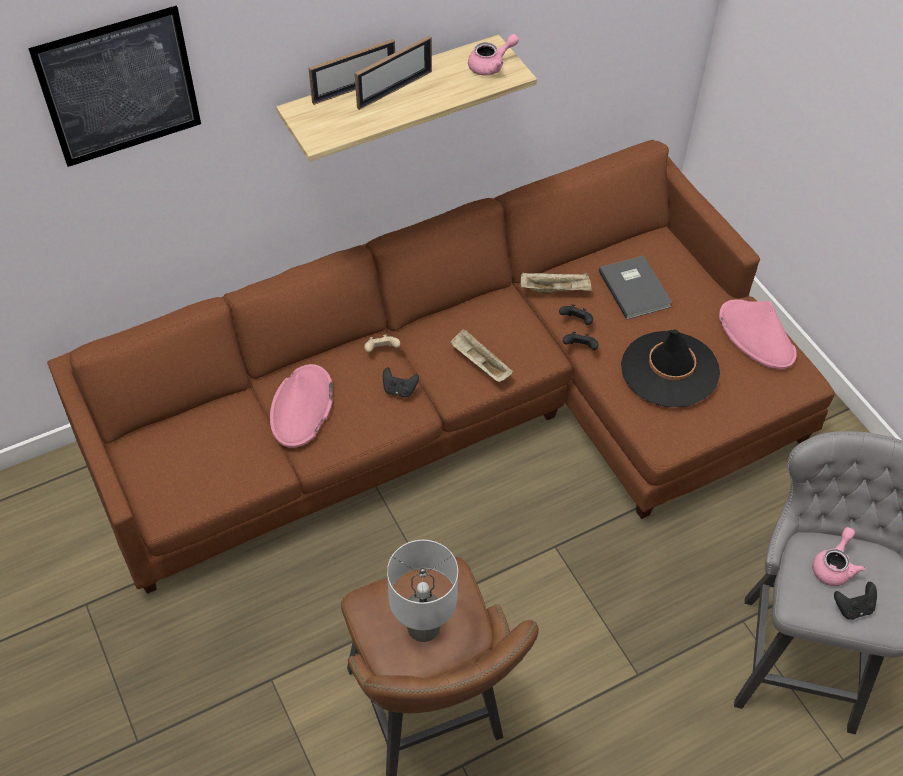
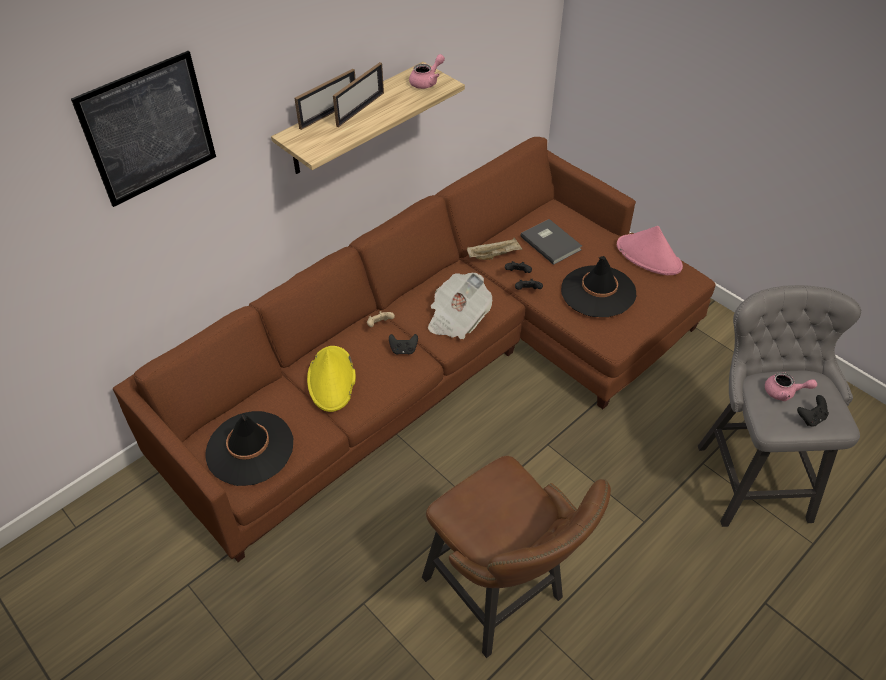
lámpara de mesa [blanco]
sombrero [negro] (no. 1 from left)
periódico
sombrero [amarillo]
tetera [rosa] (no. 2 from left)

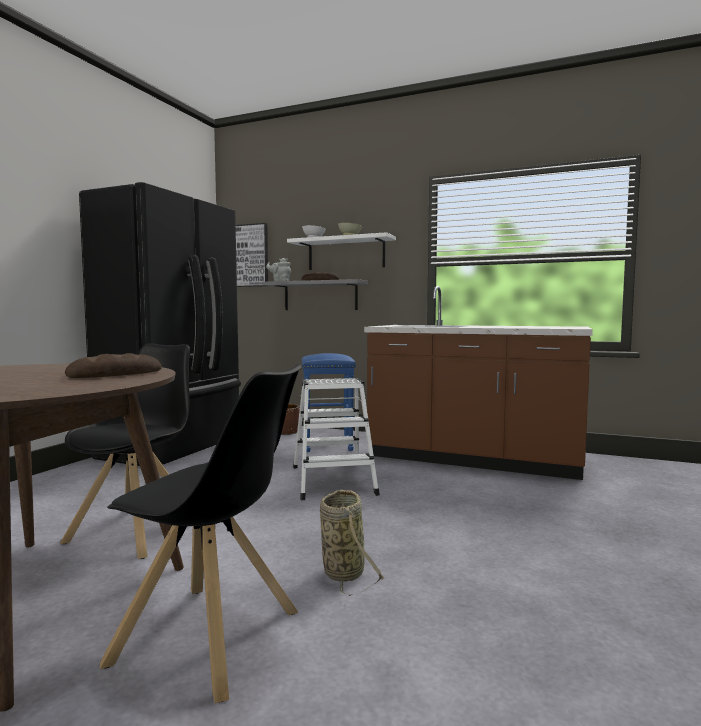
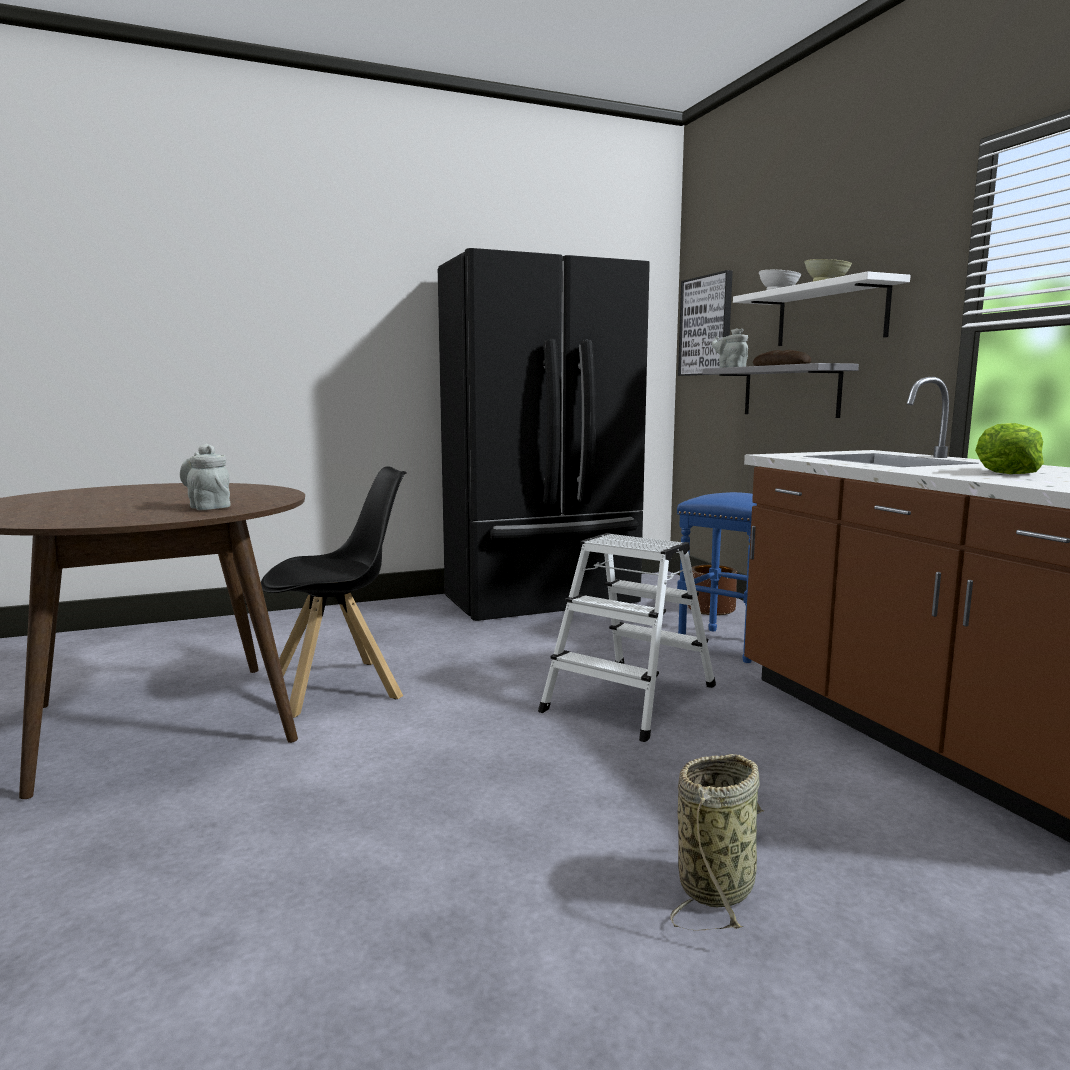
silla [negro] (no. 2 from left in the first image)
lechuga
cesta
tetera [gris] (no. 1 from left)

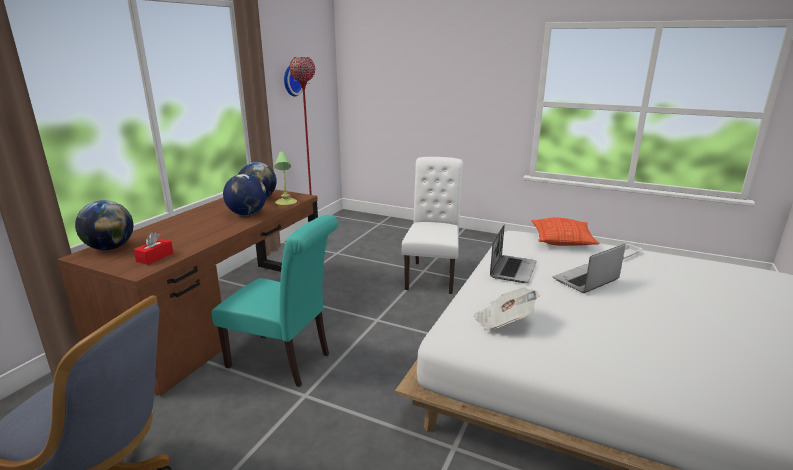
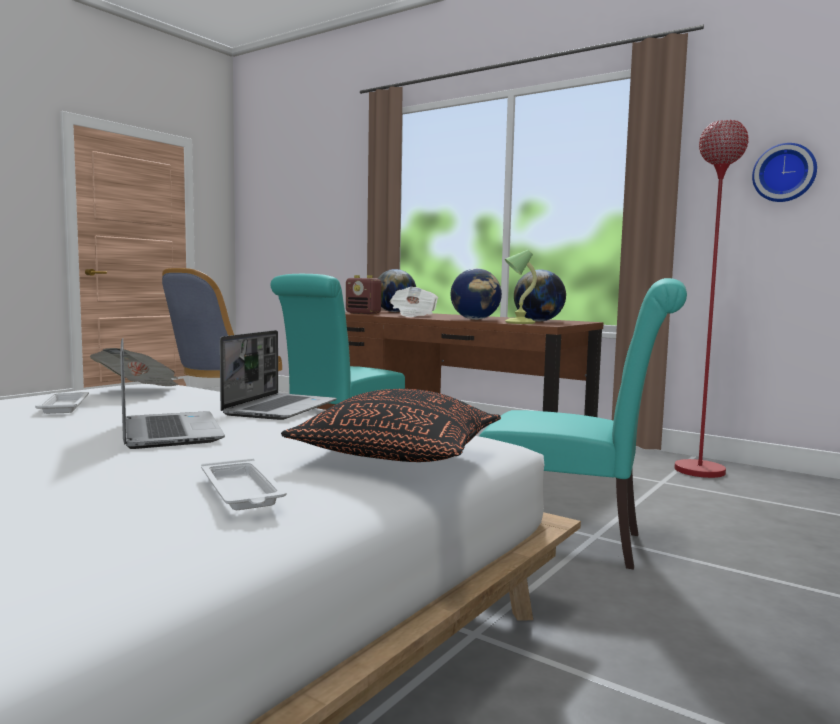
bandeja [blanco] (no. 1 from left)
periódico (no. 2 from left)
radio
silla [turquesa] (no. 2 from left)
cojín [negro]
portátil (no. 2 from left)

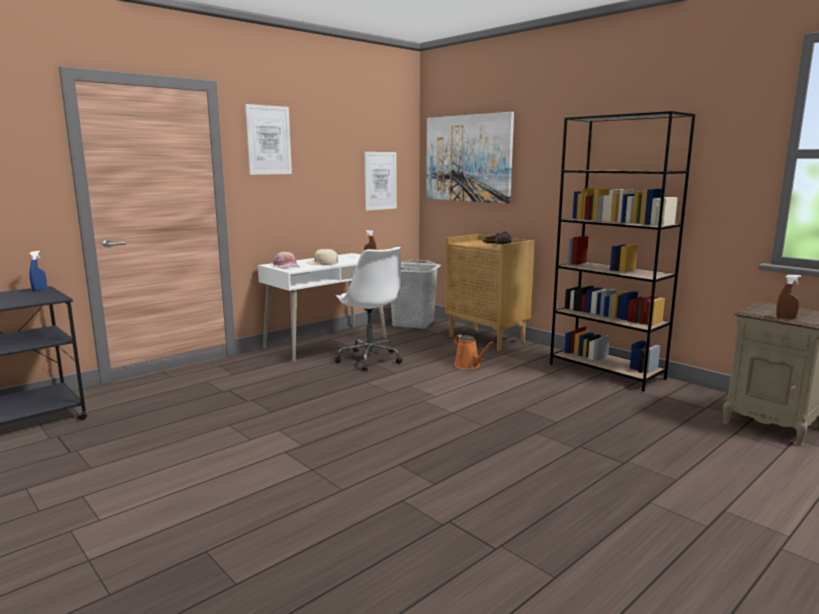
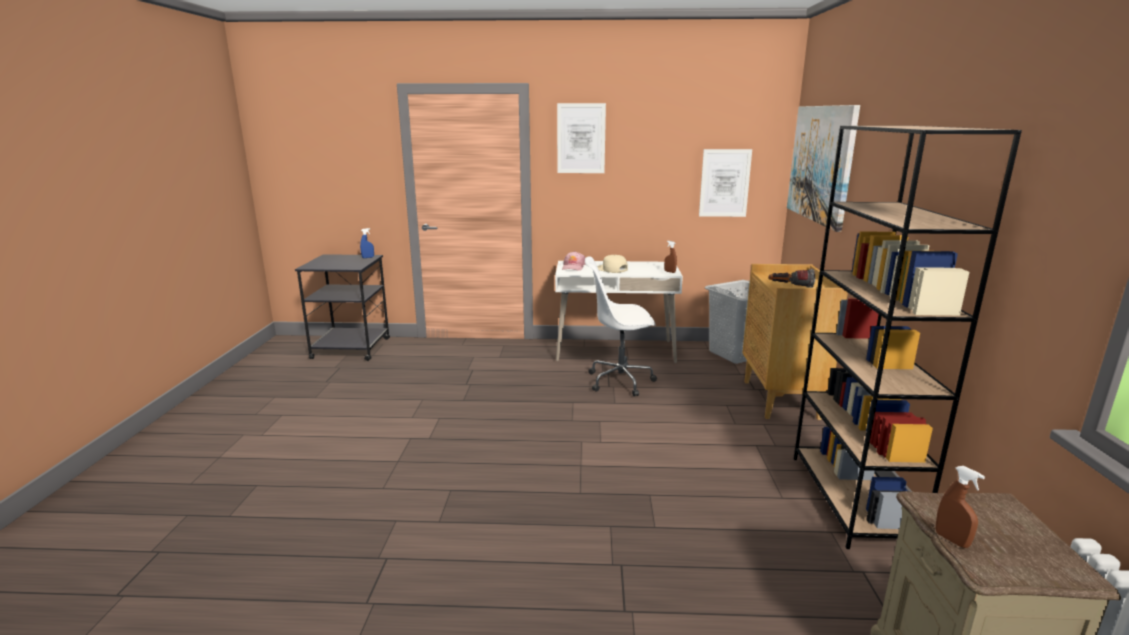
regadera [naranja]
silla de oficina [blanco]

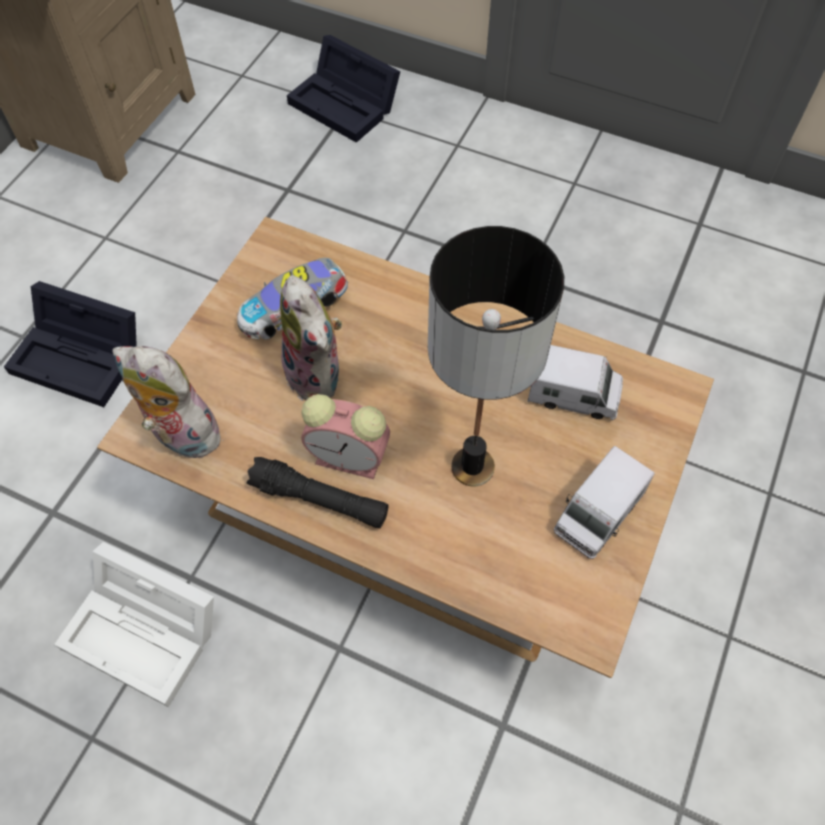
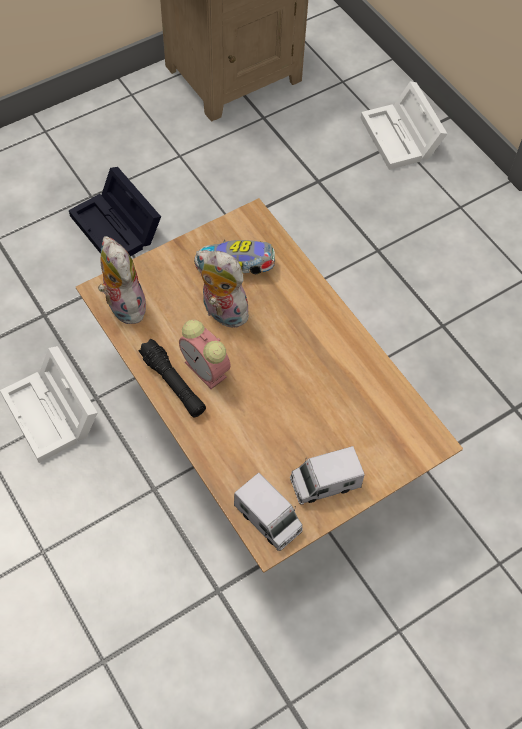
lámpara de mesa
camión de juguete (no. 1 from left)
caja de almacenaje [blanco] (no. 2 from left)
peluche (no. 2 from left)

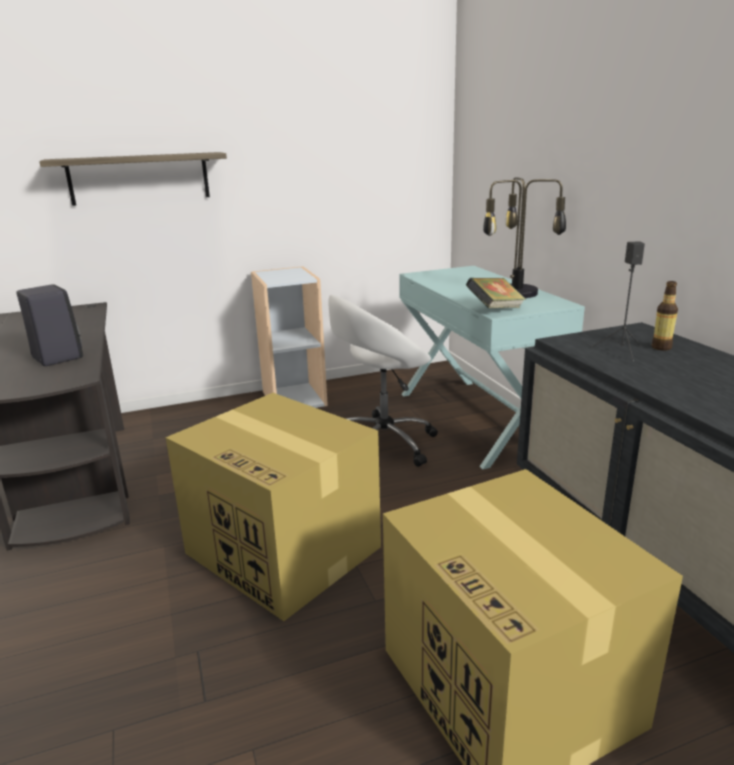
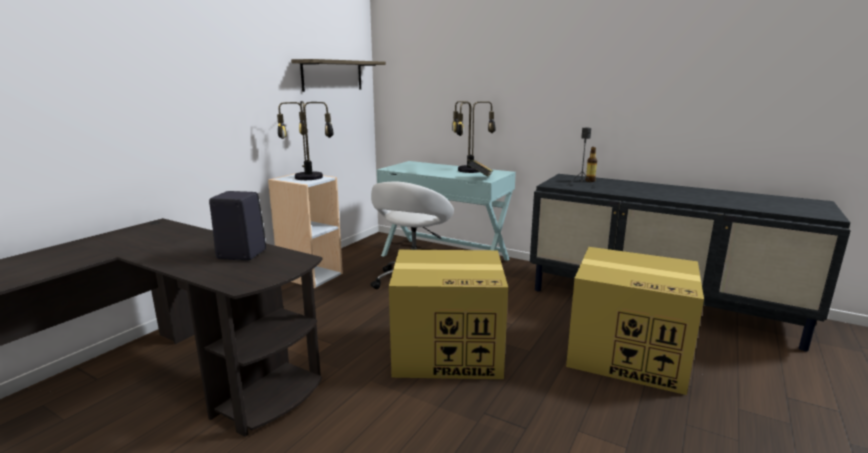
lámpara de mesa (no. 1 from left)
estante

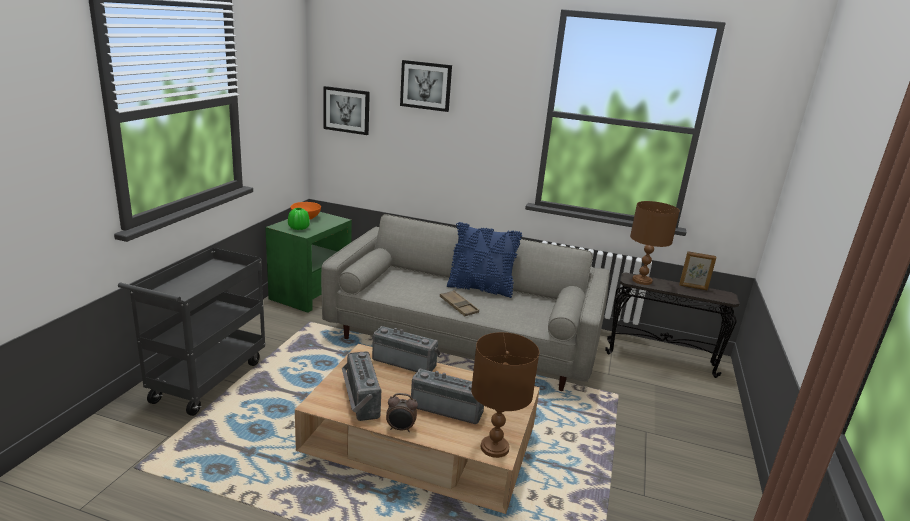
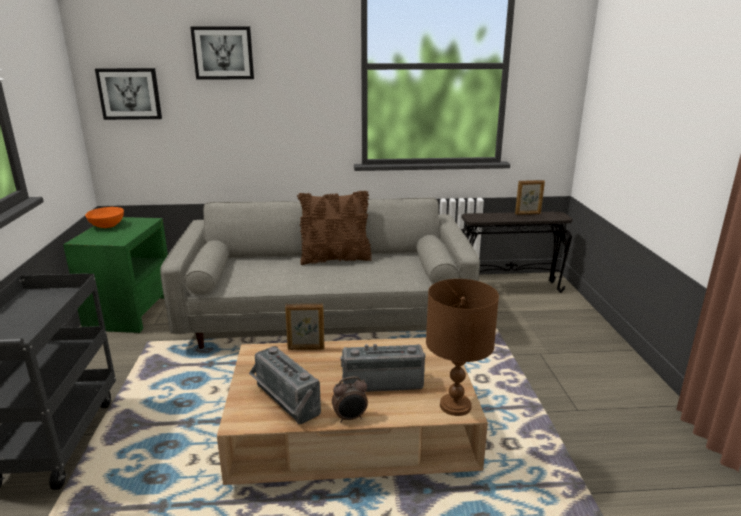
florero [verde]
bandeja [marrón]
lámpara de mesa [marrón] (no. 2 from left in the first image)
portarretratos (no. 1 from left)
cojín [marrón]

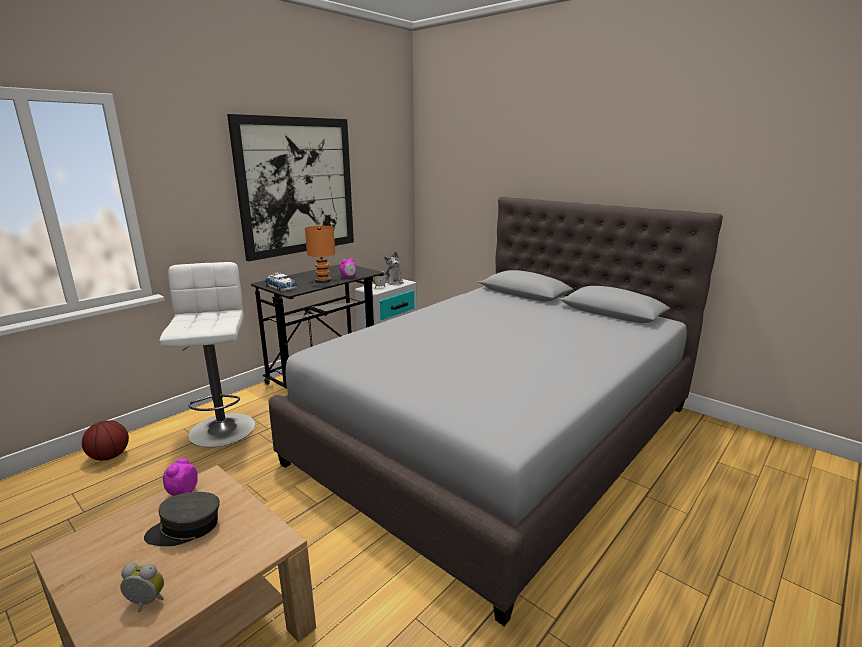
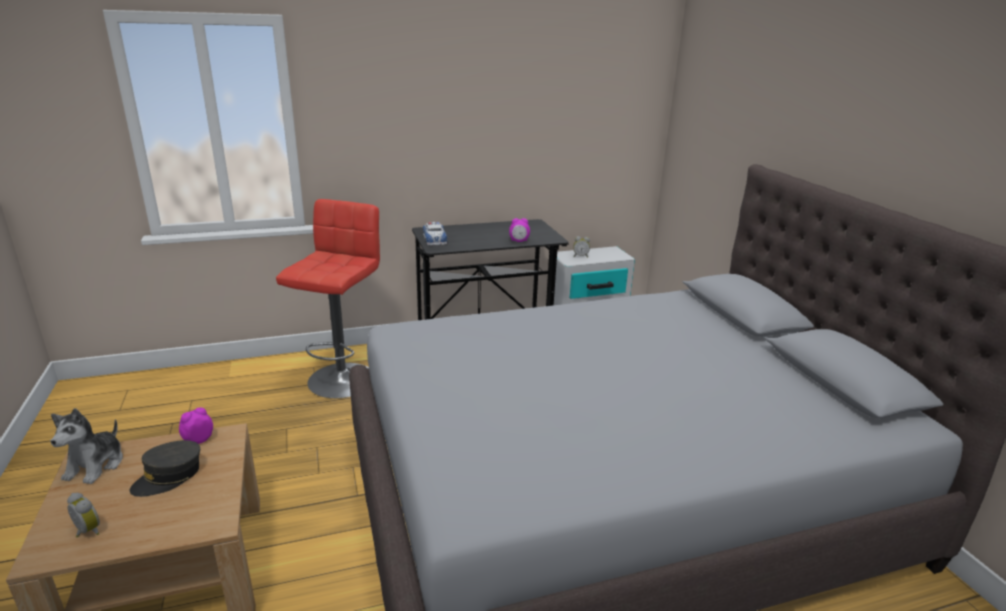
balón de baloncesto
cuadro
lámpara de mesa [naranja]
peluche
taburete [rojo]
gorra [gris]

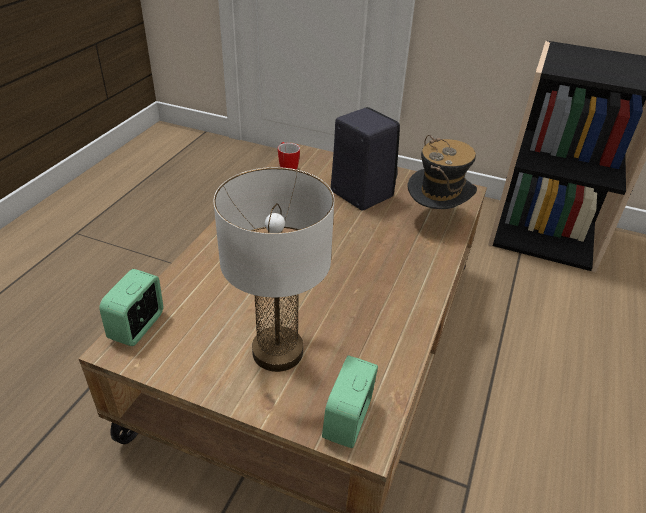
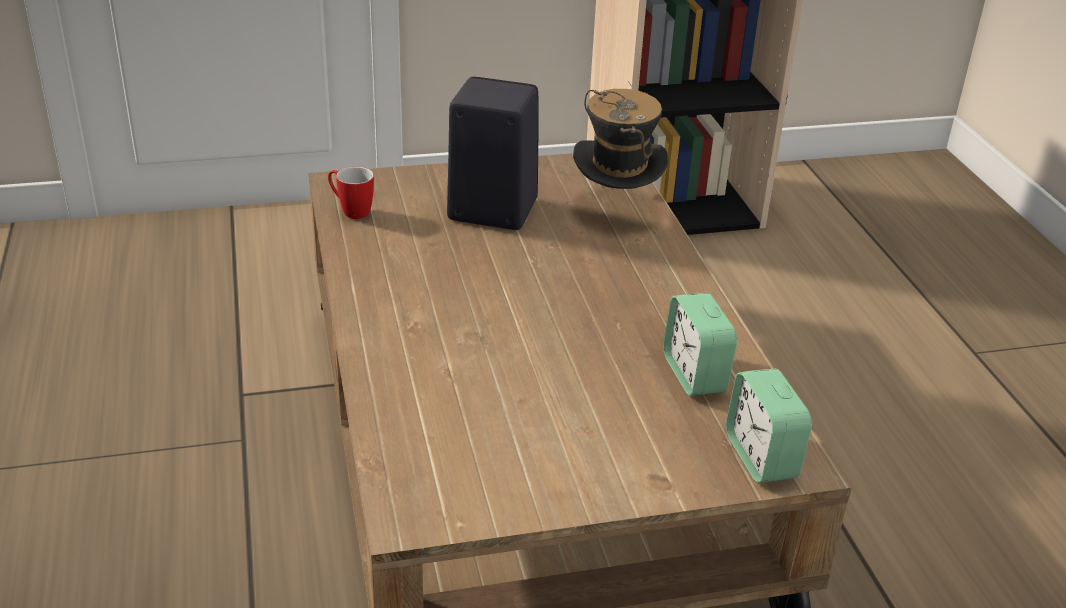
lámpara de mesa
despertador (no. 1 from left)

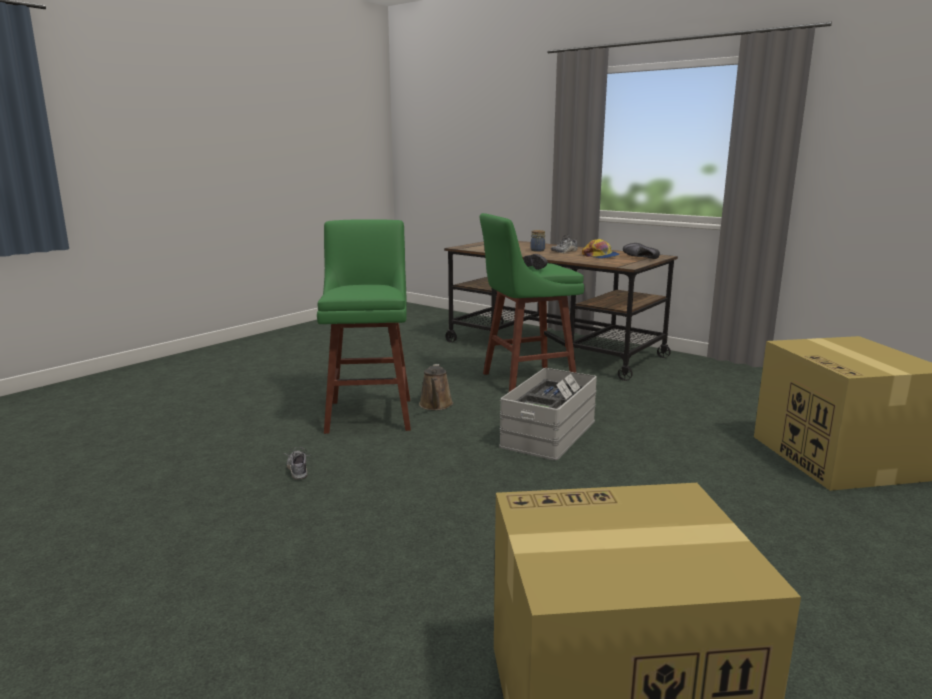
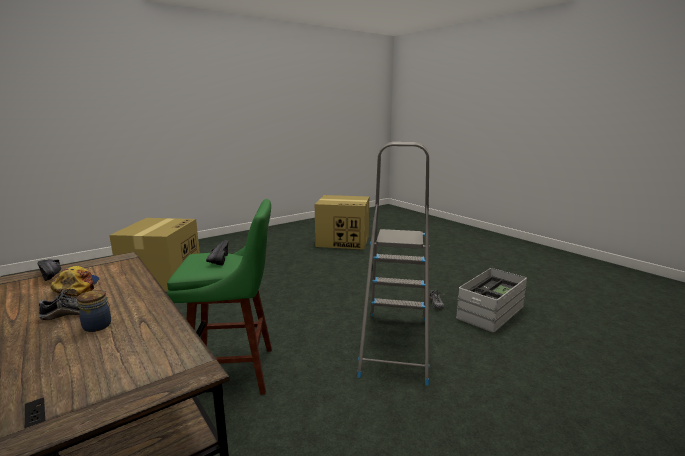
regadera [marrón]
caja de almacenaje [gris]
escalera de tijera [gris]

